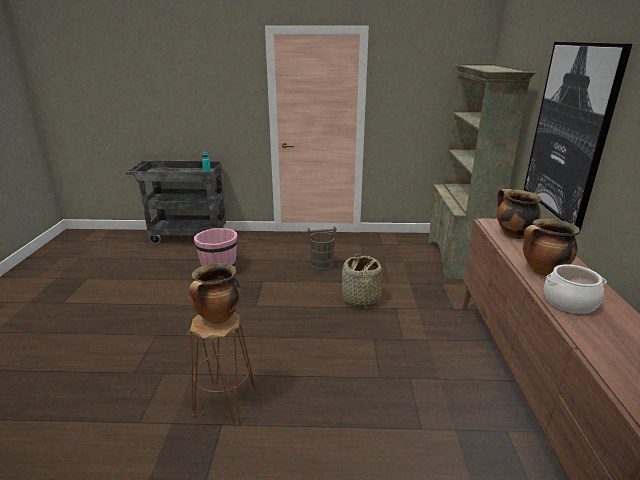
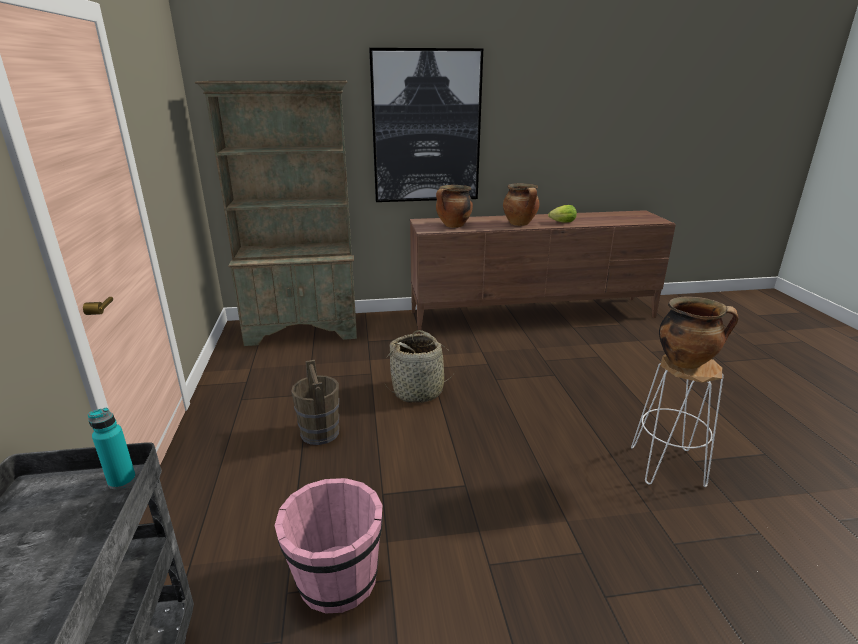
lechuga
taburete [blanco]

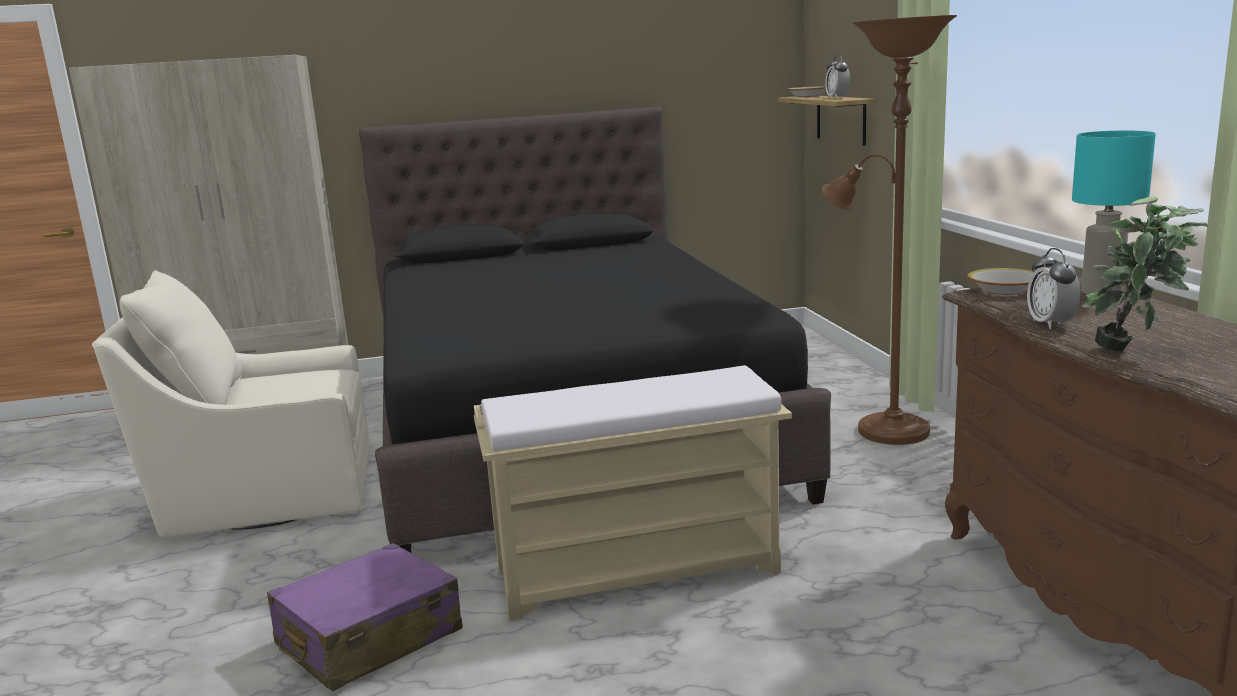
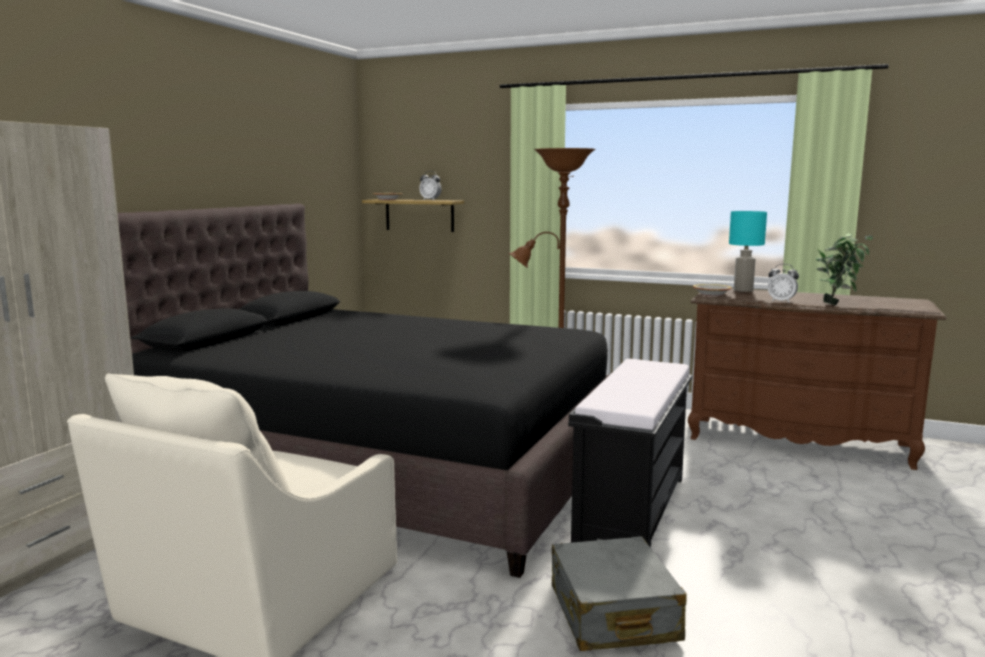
maleta [gris]
banco [negro]

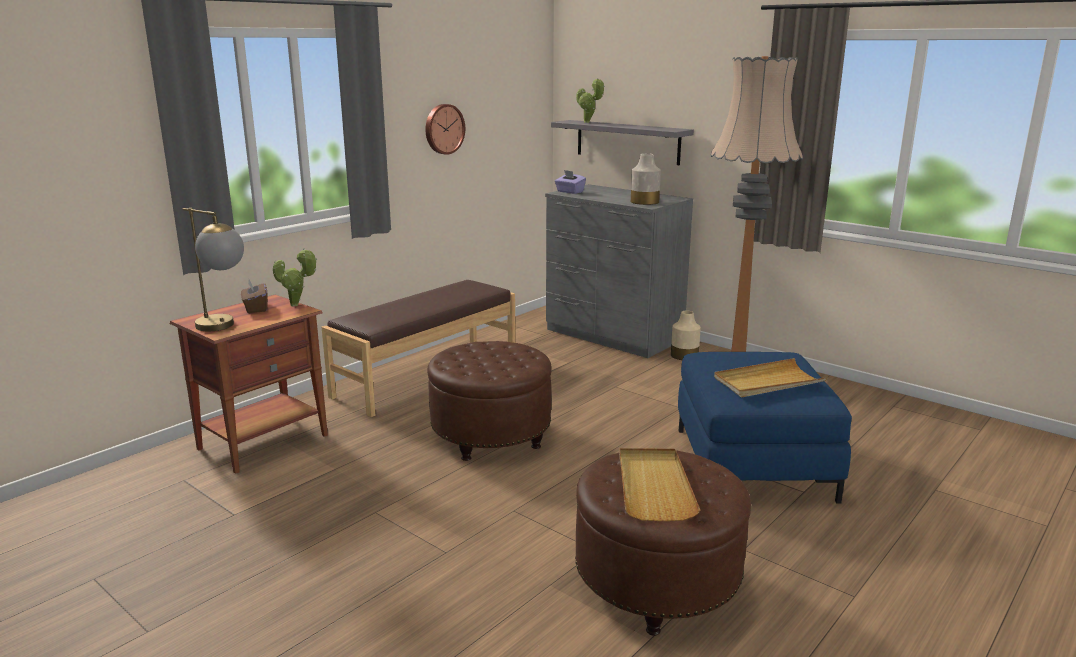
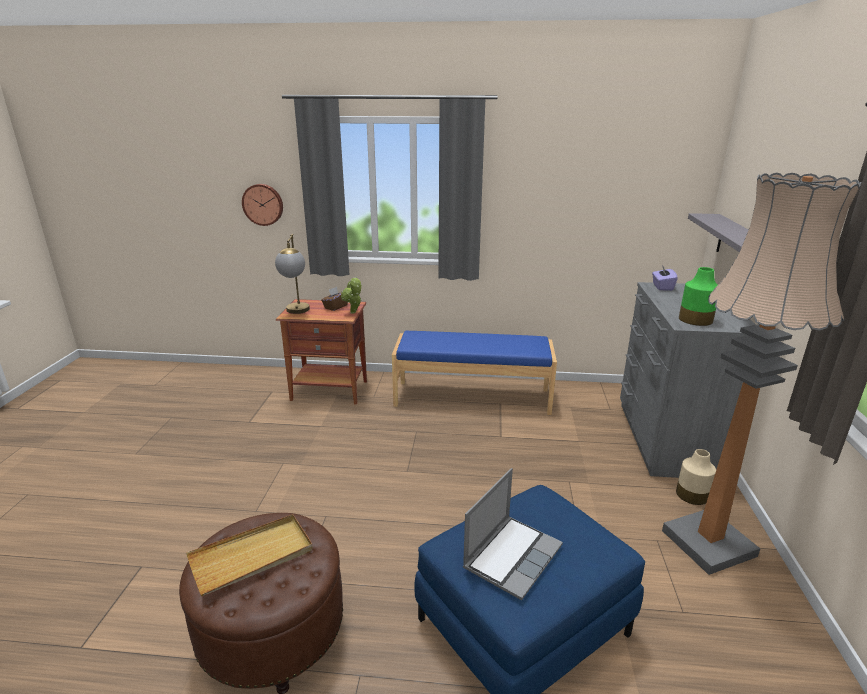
puf [marrón] (no. 1 from left in the first image)
planta en maceta (no. 2 from left in the first image)
reloj de pared
portátil
banco [azul]
florero [verde]

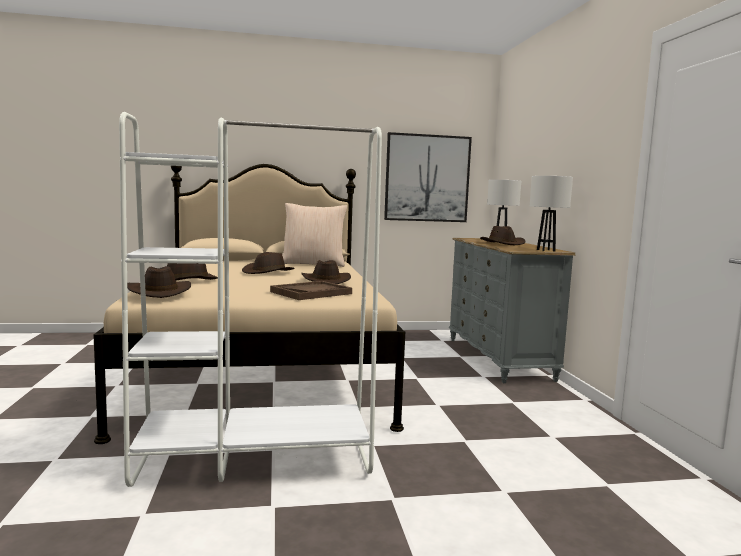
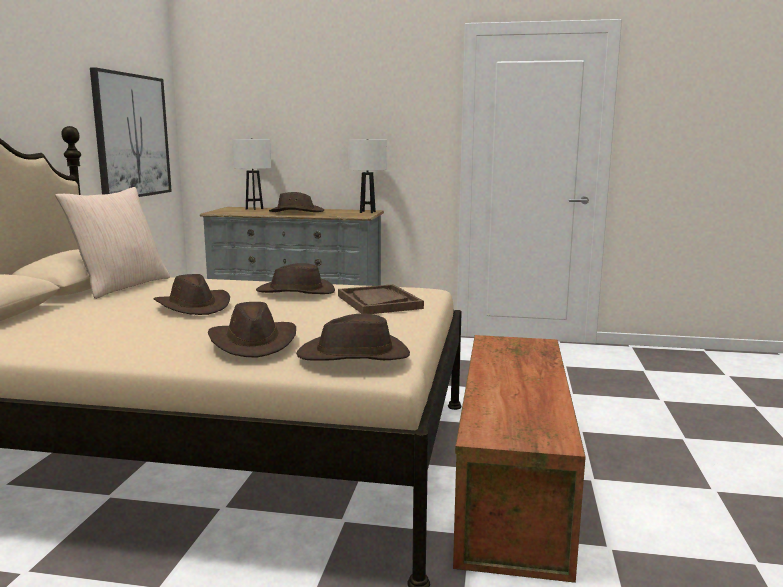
banco [marrón]

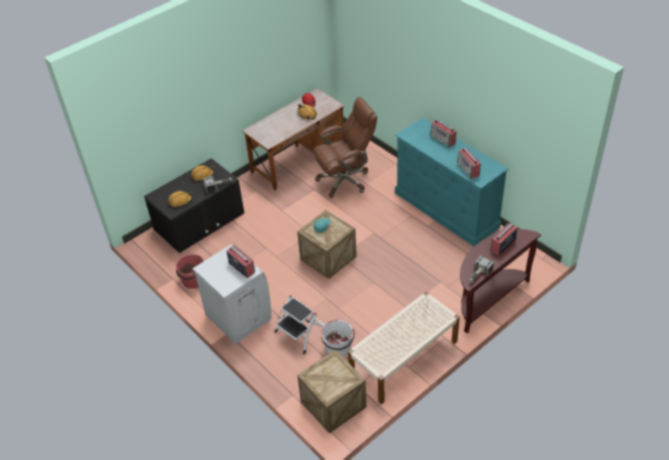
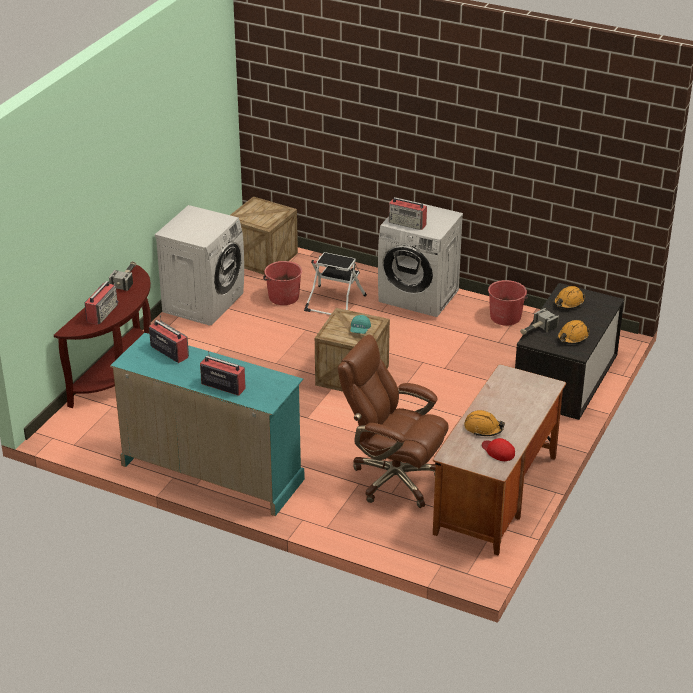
lavadora [blanco] (no. 1 from left)
cubo [rojo] (no. 1 from left)
silla de oficina [marrón]

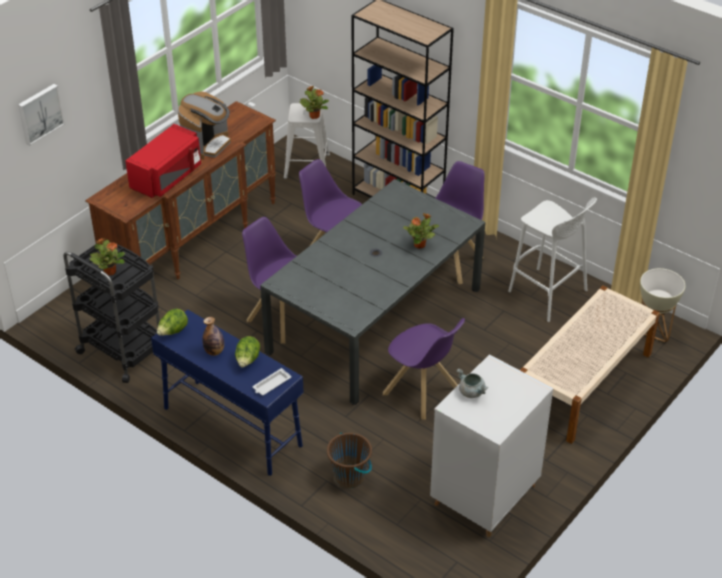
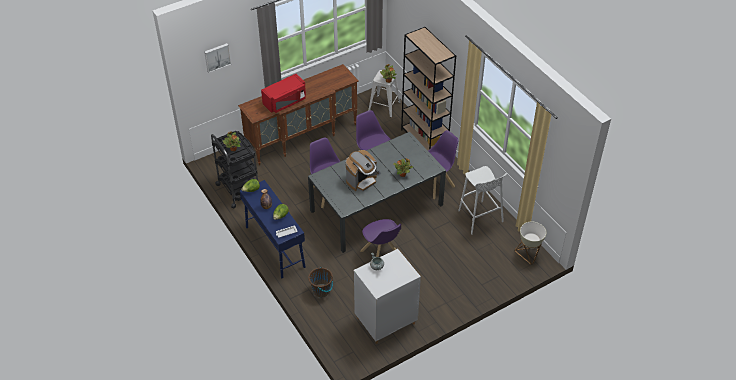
banco [beis]
cafetera

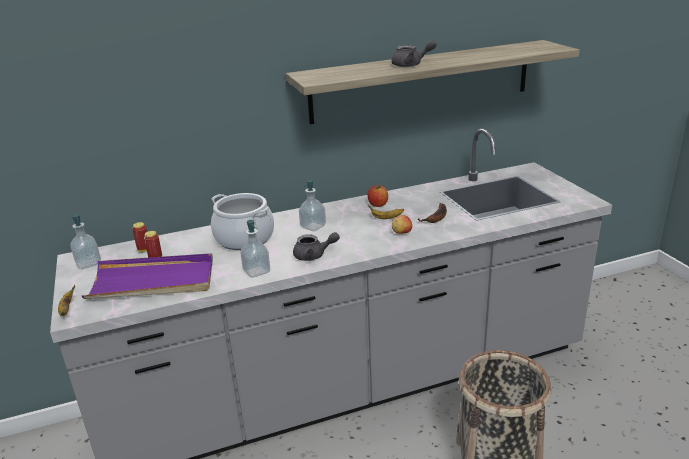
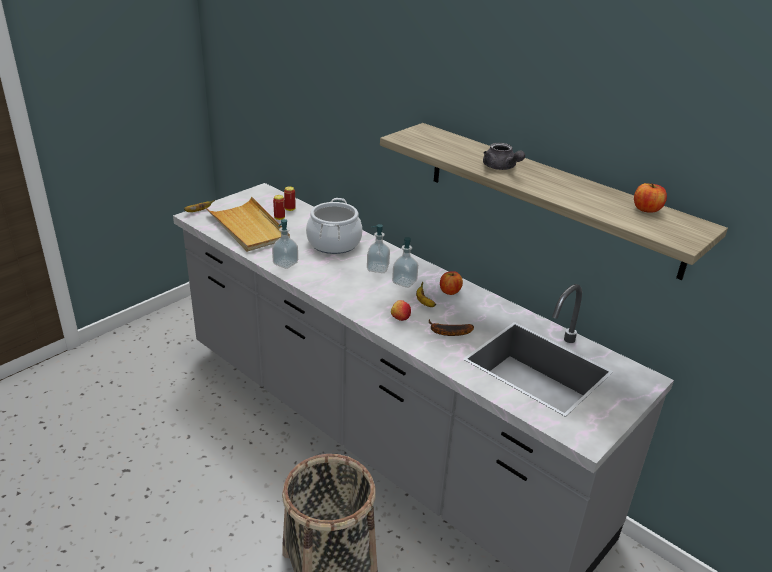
tetera [gris] (no. 1 from left in the first image)
manzana (no. 3 from left)
dispensador de jabón (no. 3 from left)
bandeja [beis]

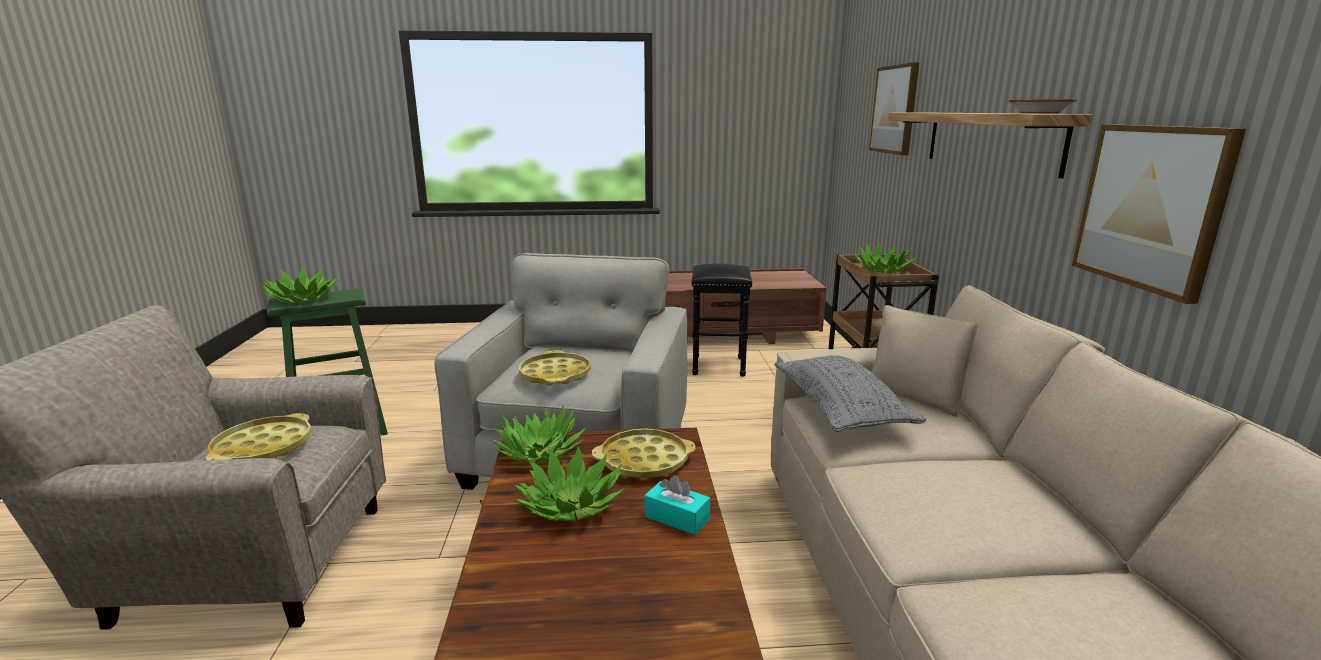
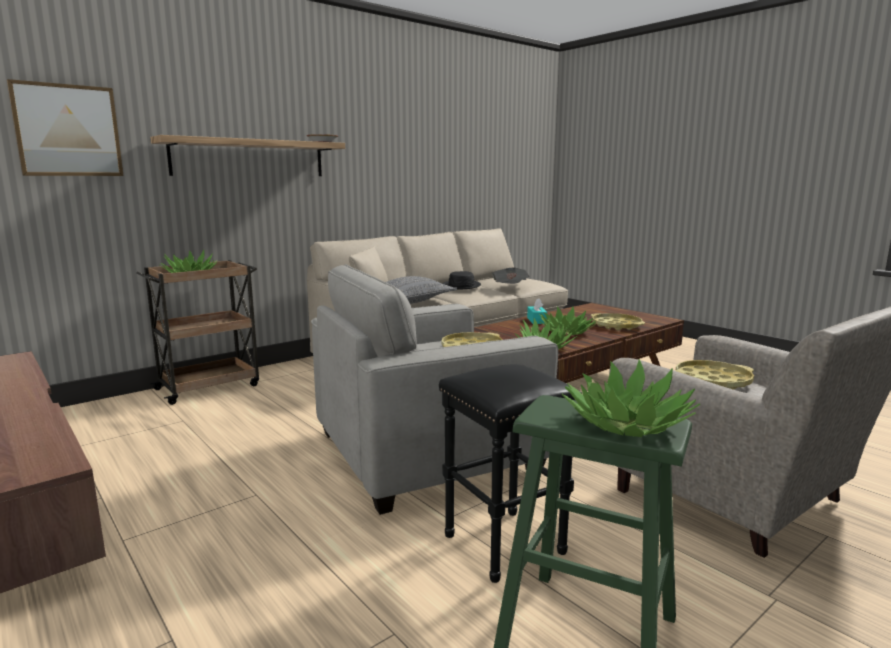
cuadro (no. 2 from left in the first image)
sombrero [negro]
periódico
bandeja [amarillo] (no. 2 from left)
taburete [negro]

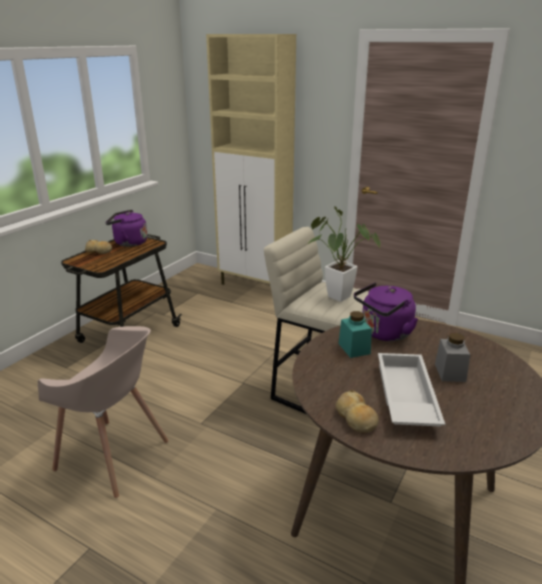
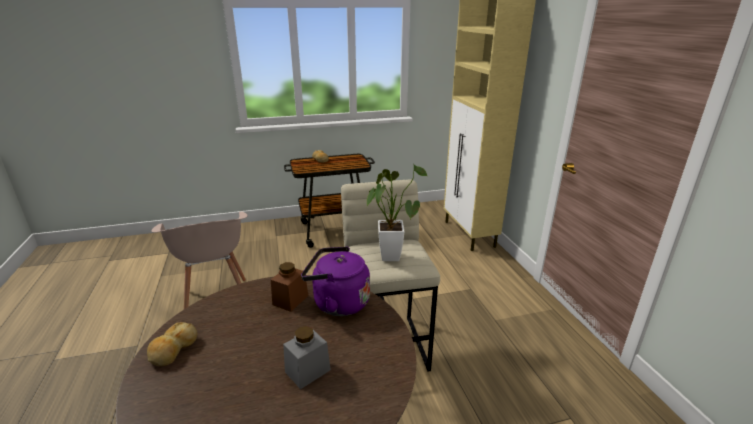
hervidor [morado] (no. 1 from left in the first image)
bandeja [blanco]
tarro [marrón]

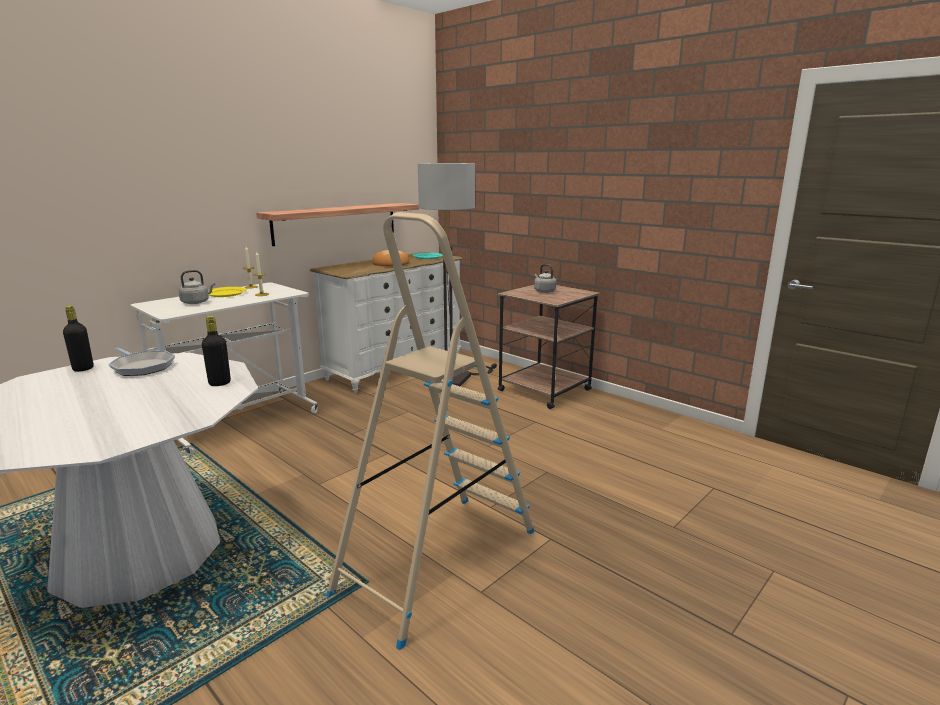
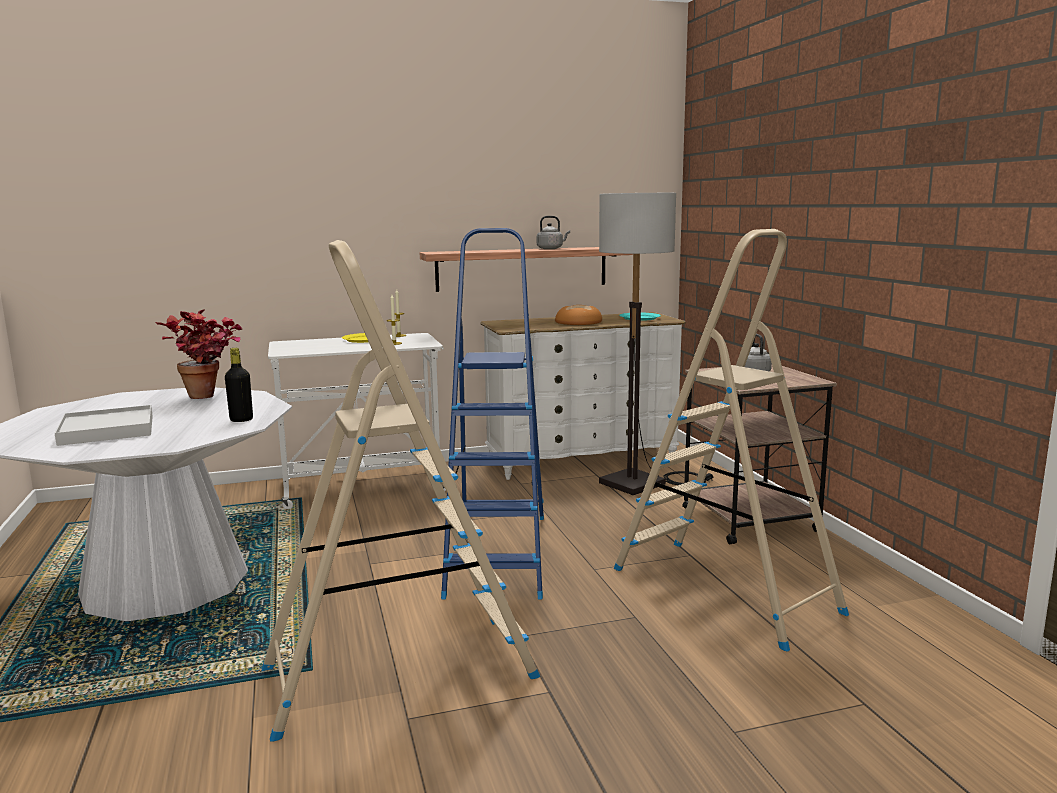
botella [negro] (no. 1 from left in the first image)
bandeja [blanco]
escalera de tijera [azul]
escalera de tijera [beis] (no. 2 from left)
hervidor [gris] (no. 1 from left)
planta en maceta

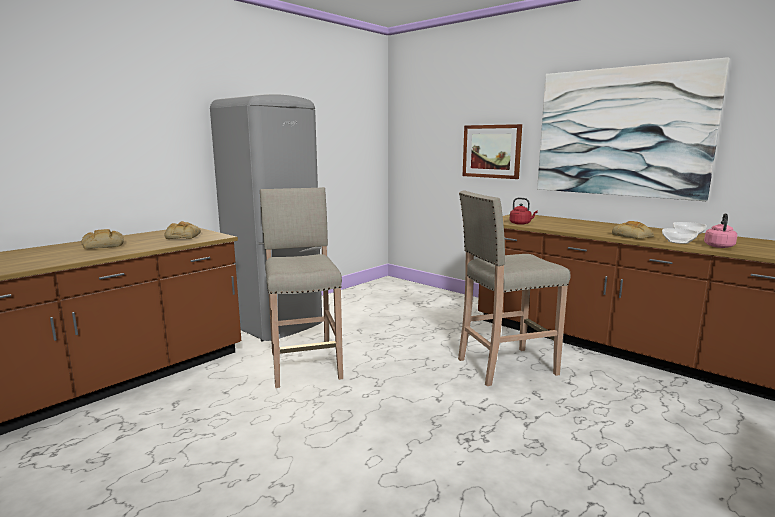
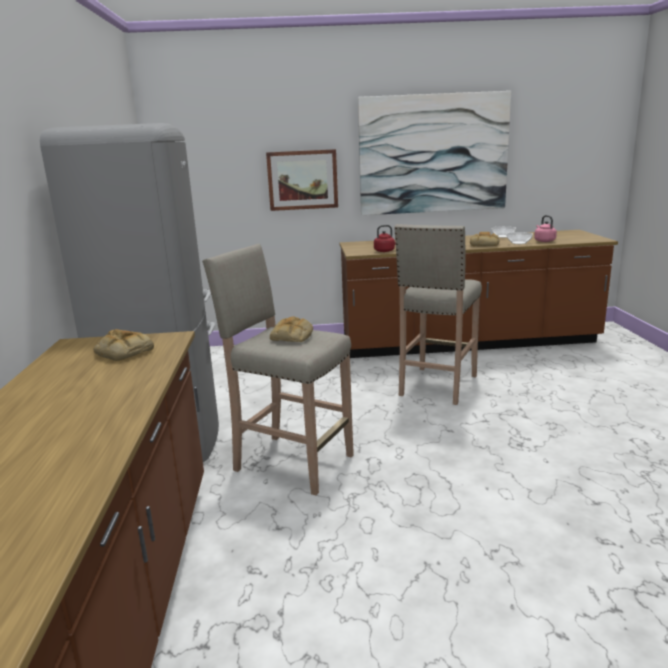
pan (no. 2 from left)

